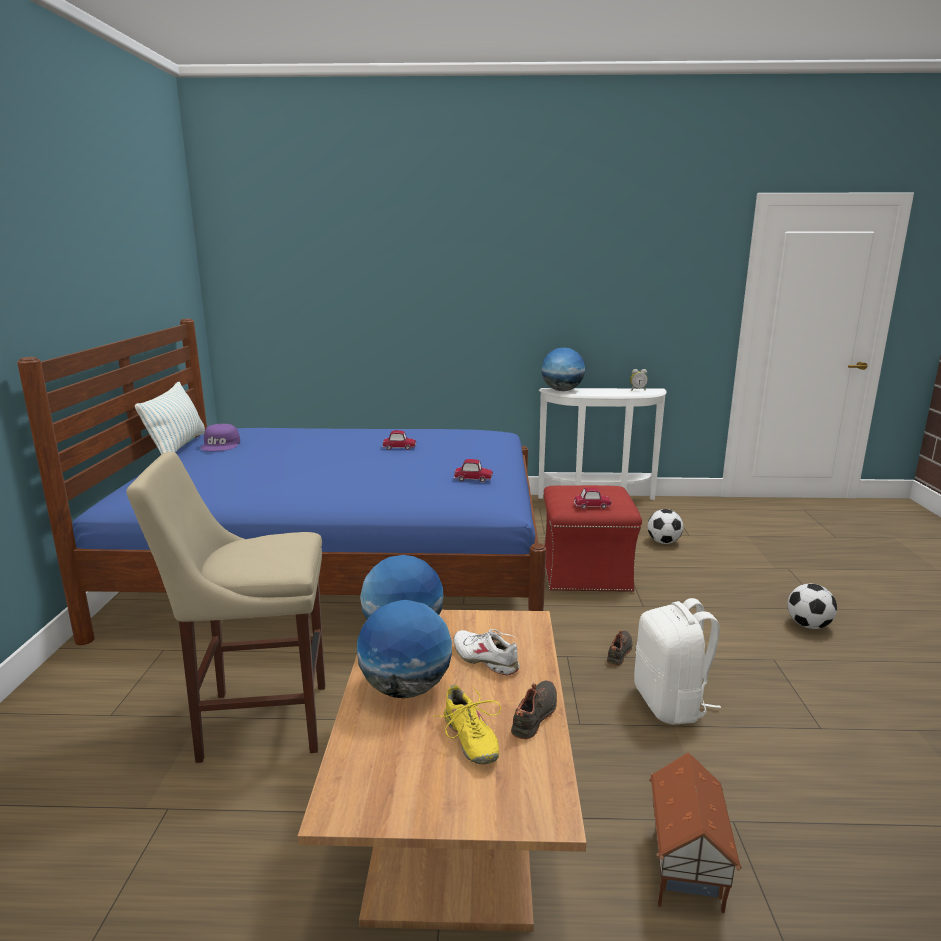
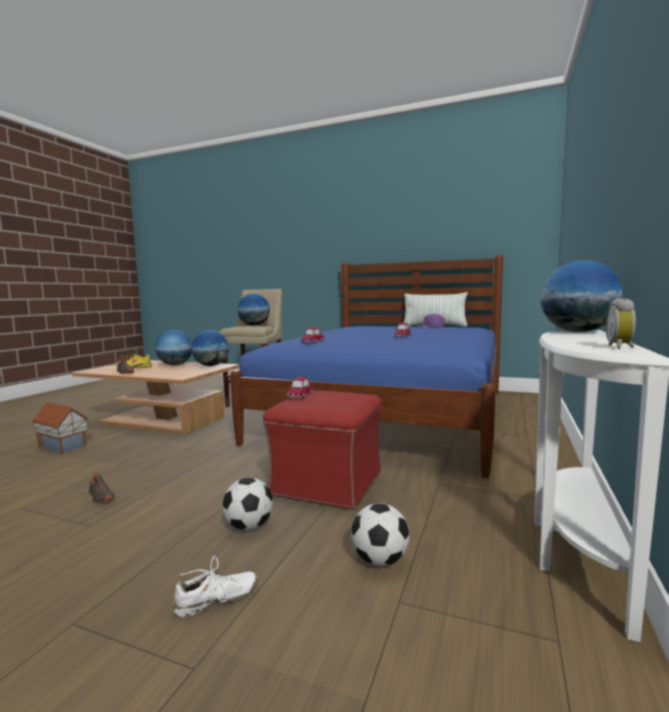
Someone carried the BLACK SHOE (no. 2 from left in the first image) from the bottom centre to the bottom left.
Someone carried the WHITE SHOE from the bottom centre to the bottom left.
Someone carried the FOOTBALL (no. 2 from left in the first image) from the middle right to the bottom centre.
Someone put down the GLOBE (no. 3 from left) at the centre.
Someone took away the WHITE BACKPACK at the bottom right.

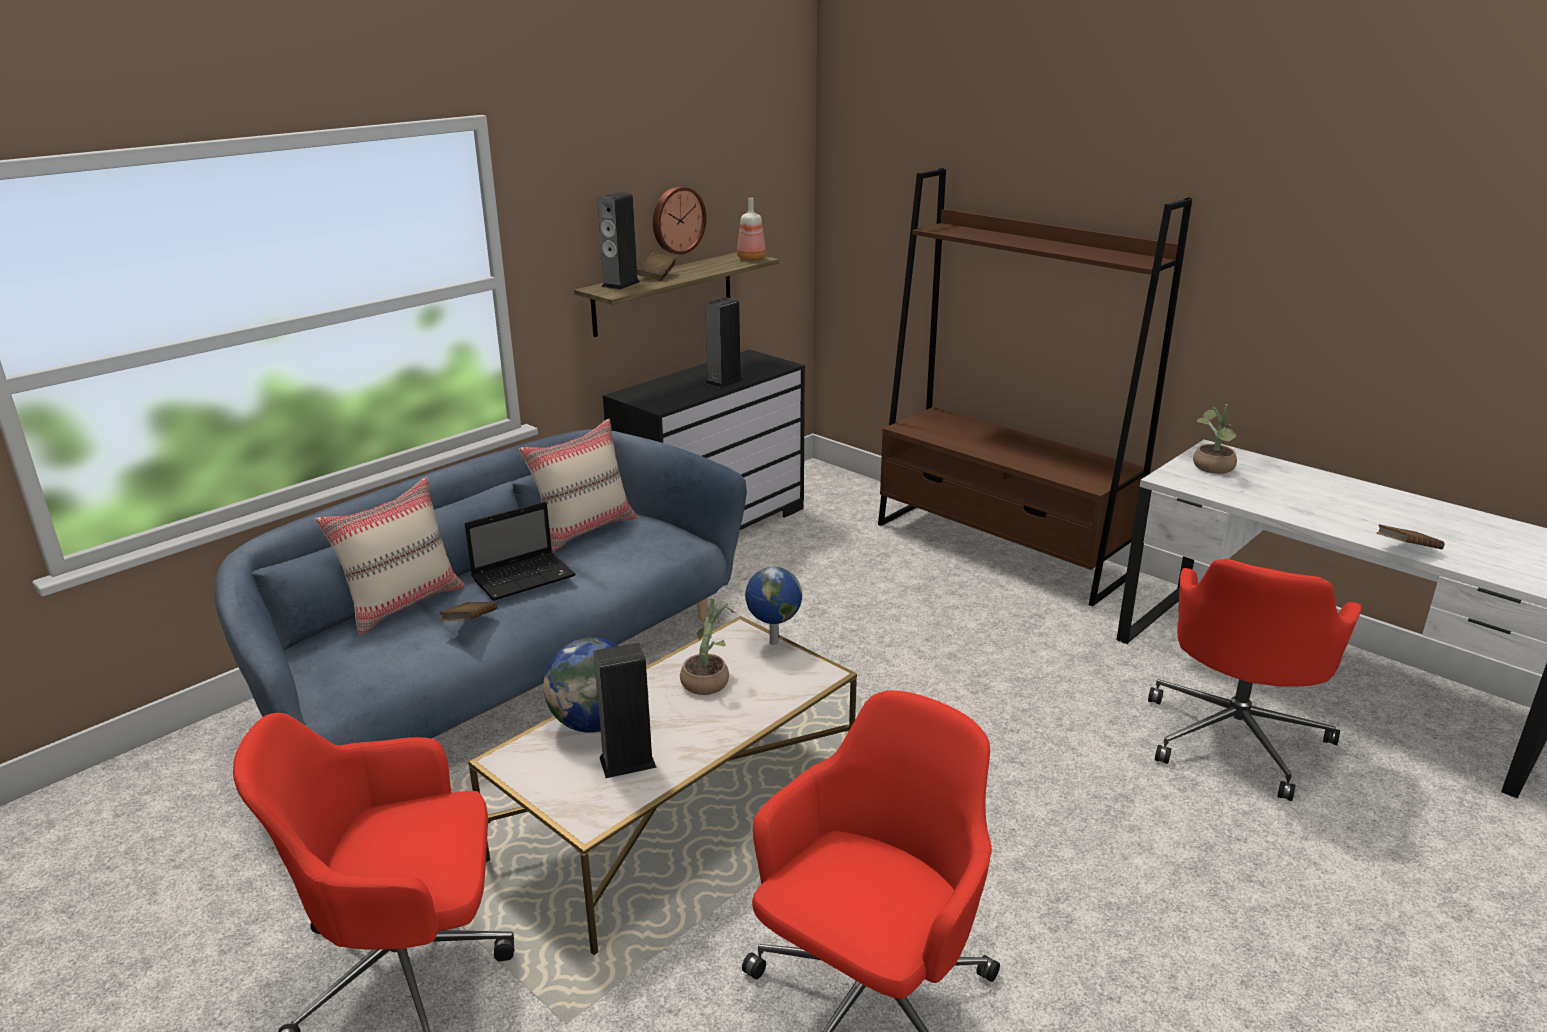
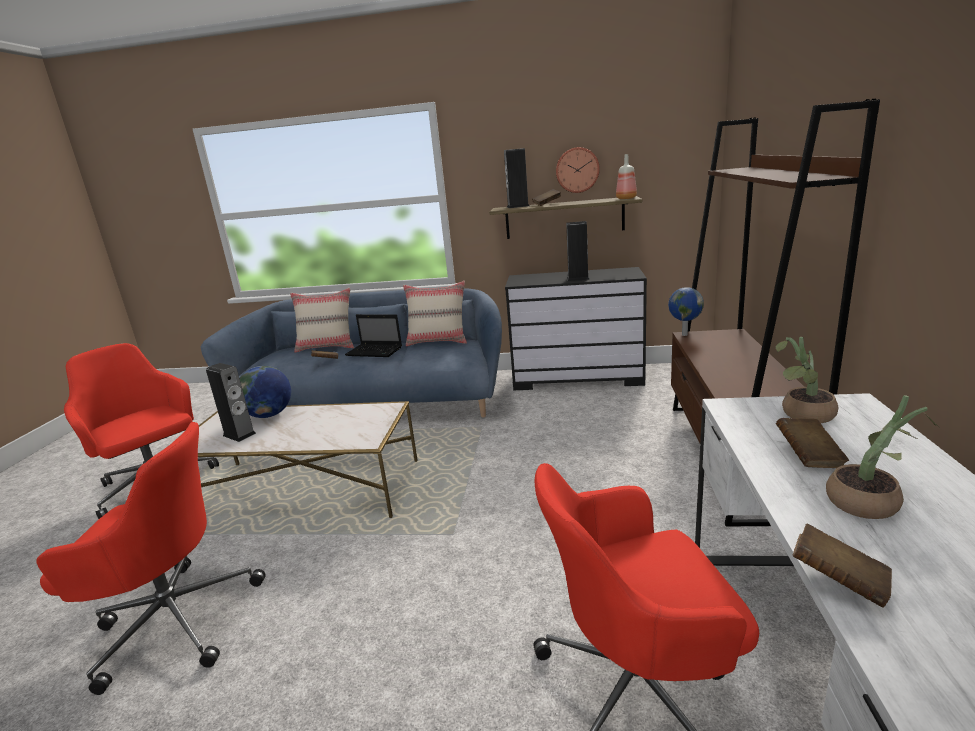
Someone carried the GLOBE (no. 2 from left) from the centre to the middle right.
Someone put down the BROWN BOOK (no. 3 from left) at the middle right.
Someone carried the POTTED PLANT (no. 1 from left in the first image) from the centre to the middle right.

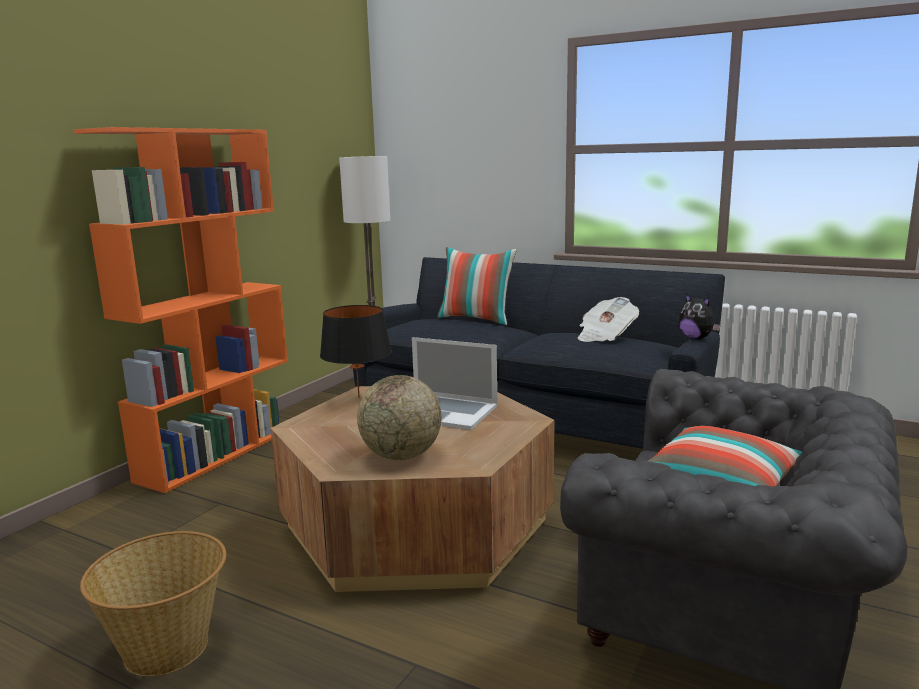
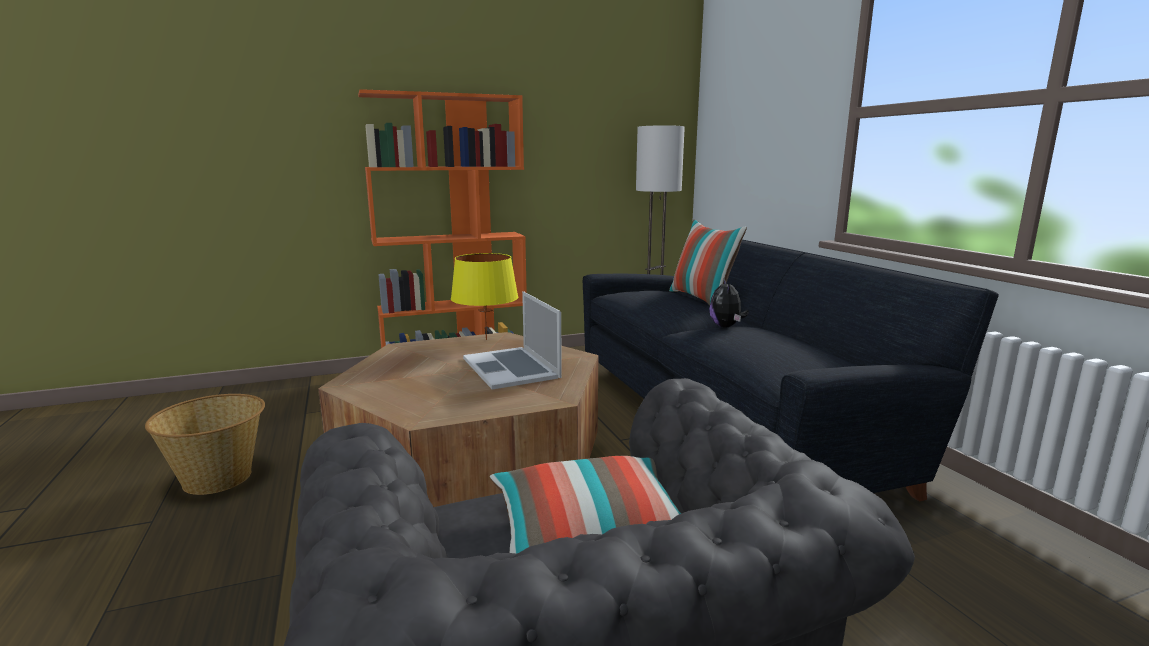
Someone repainted the BLACK TABLE LAMP at the centre, which became the YELLOW TABLE LAMP at the centre.
Someone carried the PLUSH TOY from the middle right to the centre.
Someone took away the GLOBE at the centre.
Someone took away the NEWSPAPER at the centre.

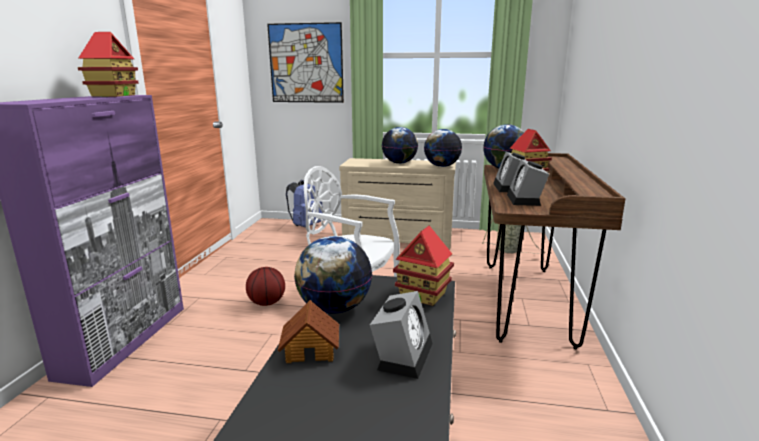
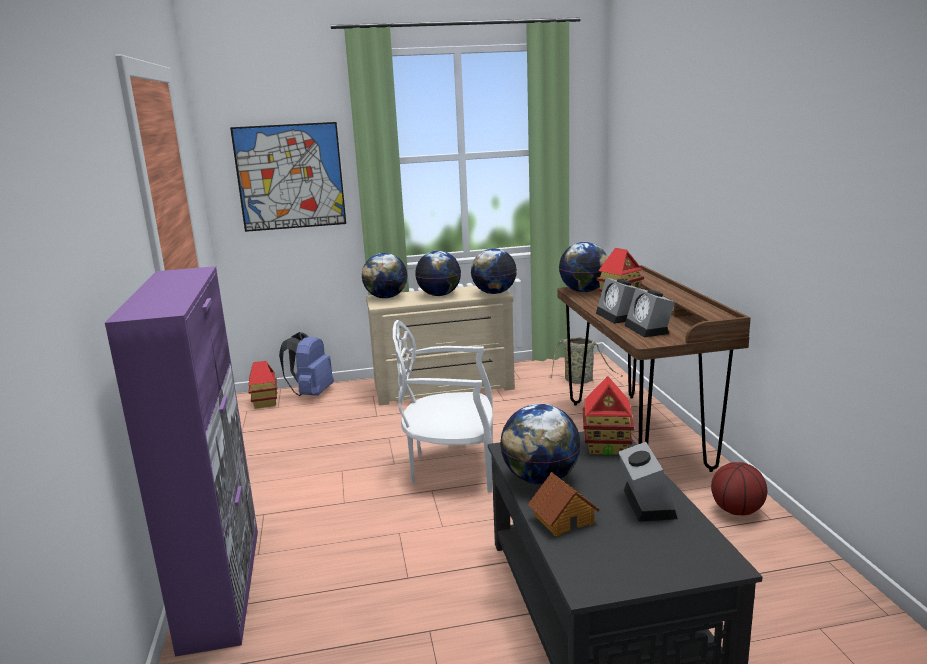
Someone carried the TOY HOUSE (no. 1 from left) from the top left to the middle left.
Someone put down the GLOBE (no. 1 from left) at the centre.
Someone carried the BASKETBALL from the centre to the bottom right.

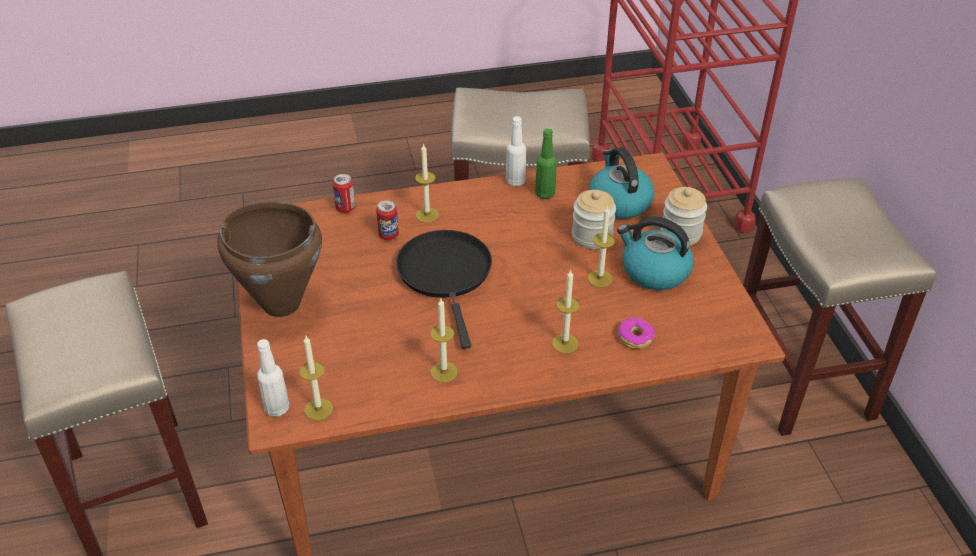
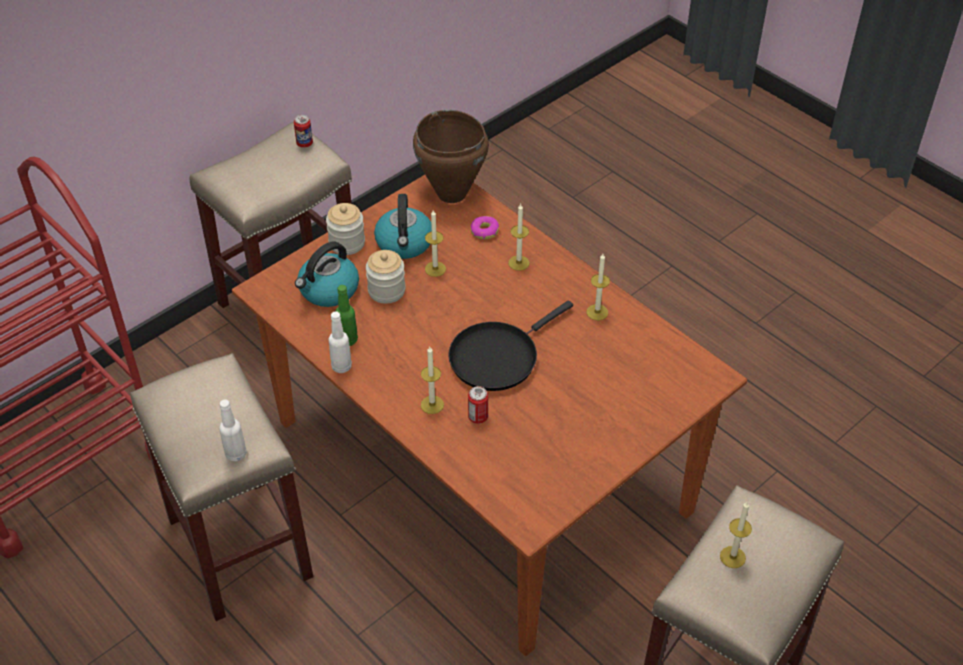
Someone carried the WHITE BOTTLE (no. 1 from left) from the bottom left to the middle left.
Someone carried the CAN (no. 1 from left) from the centre to the top left.
Someone carried the BROWN COOKING POT from the middle left to the top centre.
Someone carried the CANDLE (no. 1 from left in the first image) from the bottom left to the bottom right.

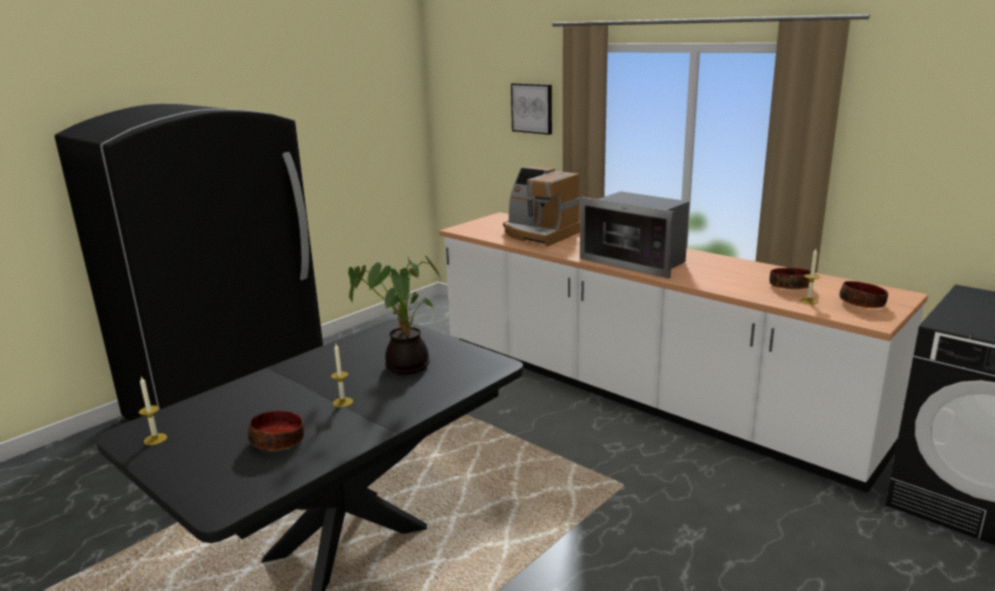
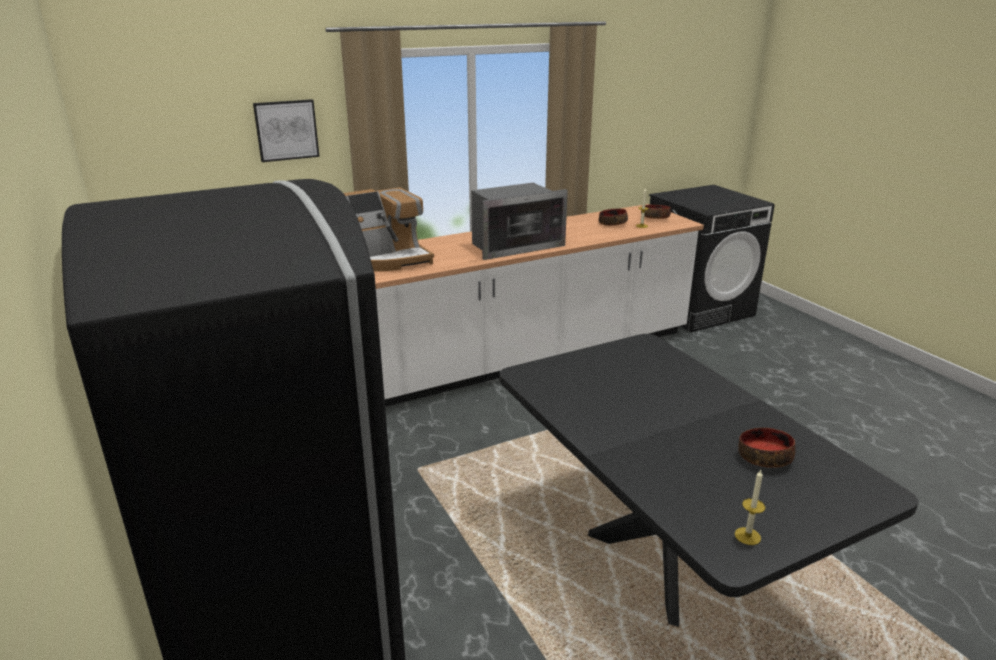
Someone took away the CANDLE (no. 2 from left) at the centre.
Someone took away the POTTED PLANT at the centre.

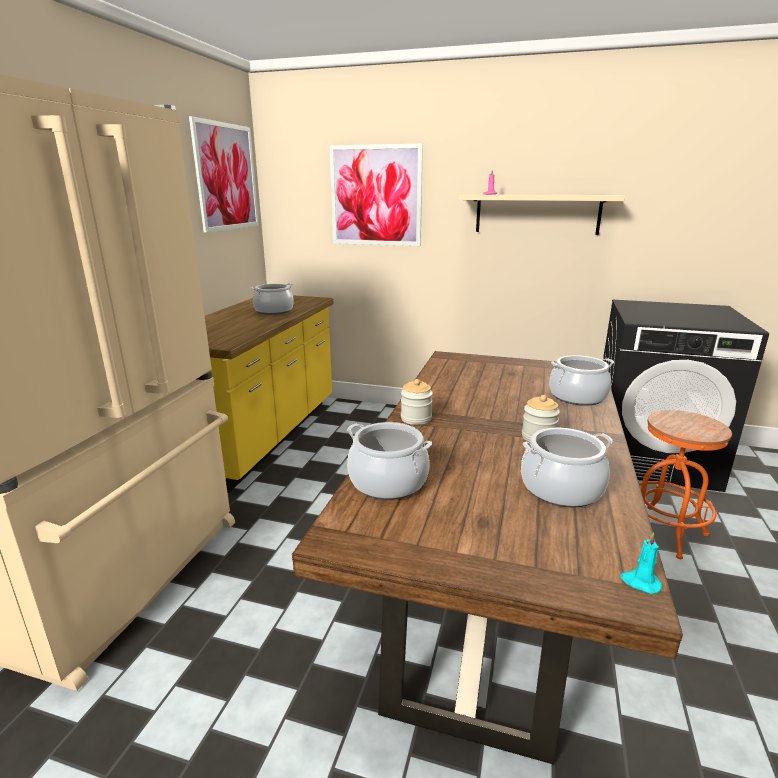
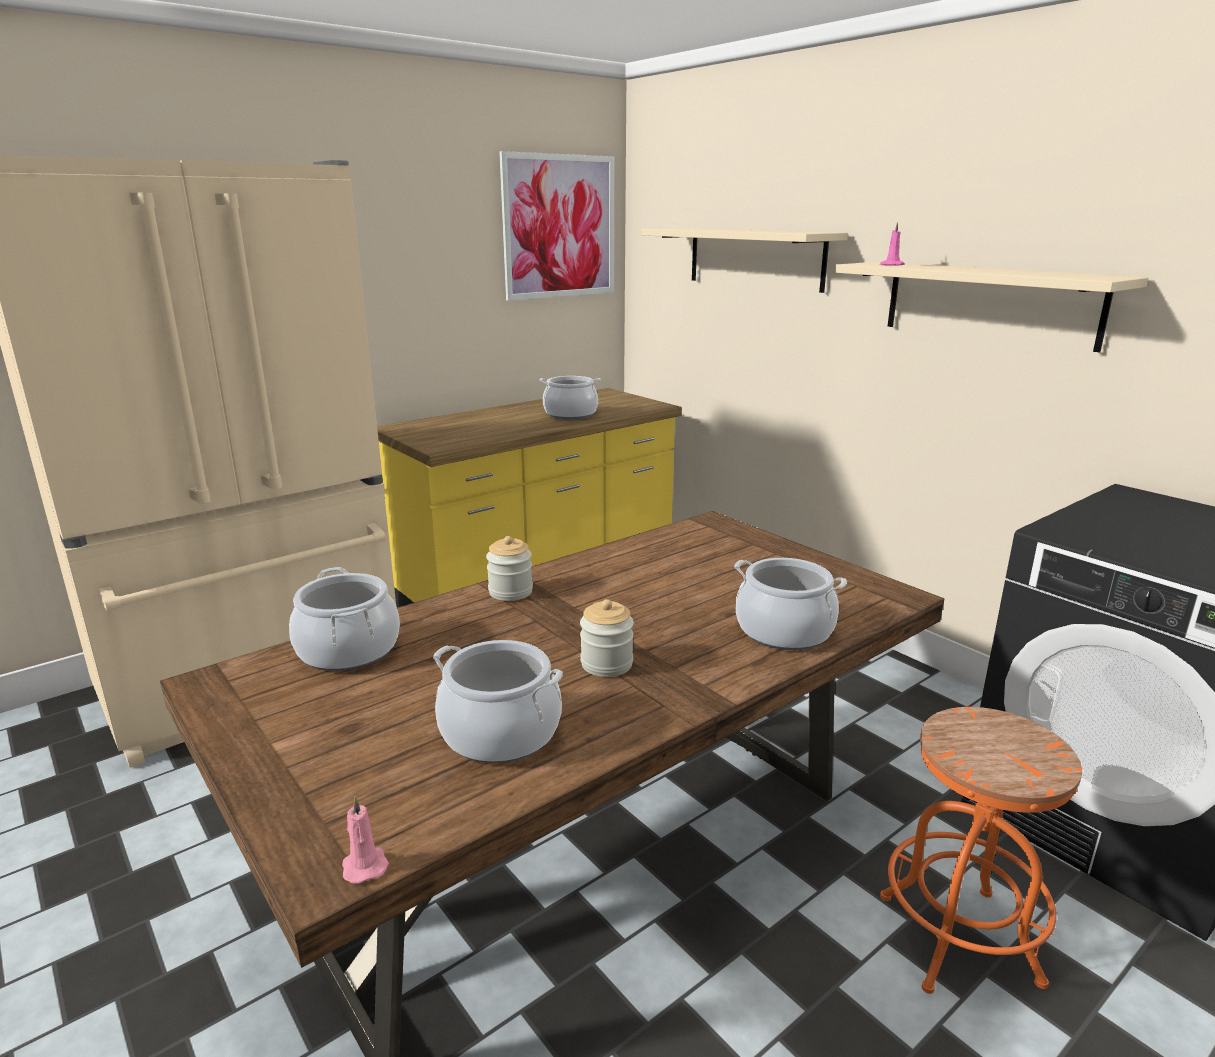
Someone repainted the TURQUOISE CANDLE at the bottom right, which became the PINK CANDLE (no. 1 from left) at the bottom left.
Someone swapped the PICTURE (no. 2 from left) at the top centre for the BEIGE SHELF (no. 1 from left) at the top centre.

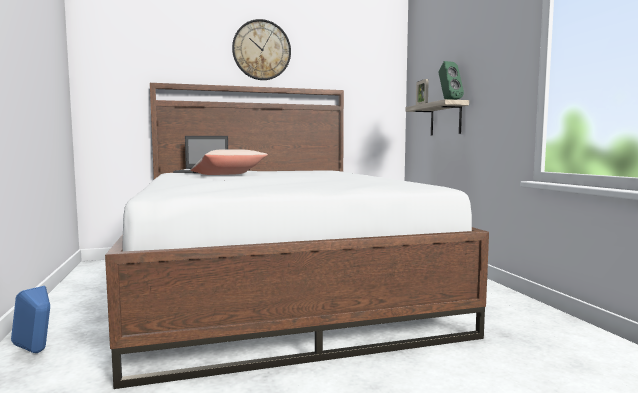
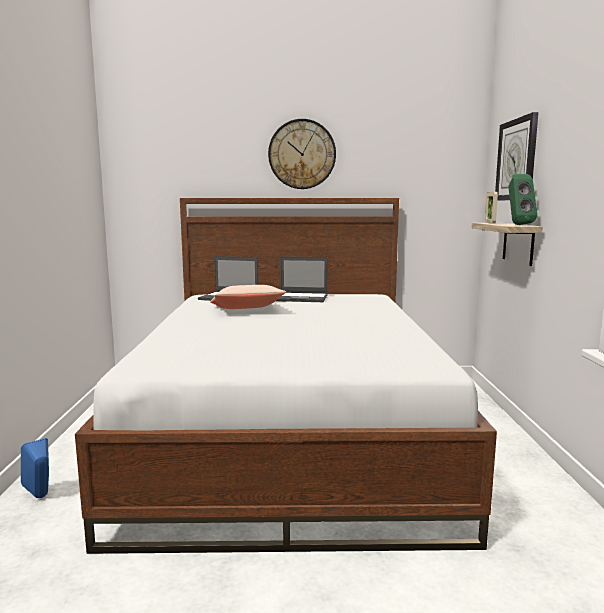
Someone put down the LAPTOP (no. 2 from left) at the centre.
Someone put up the WALL CLOCK (no. 2 from left) at the top right.

